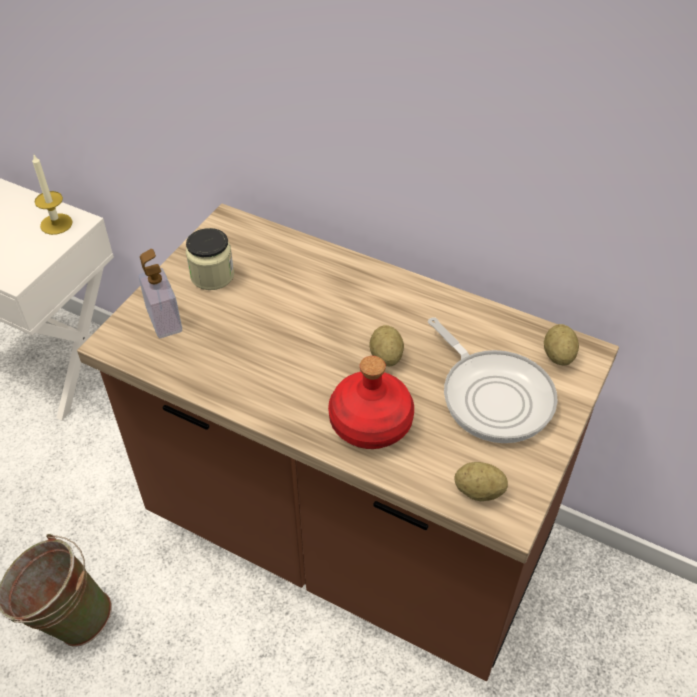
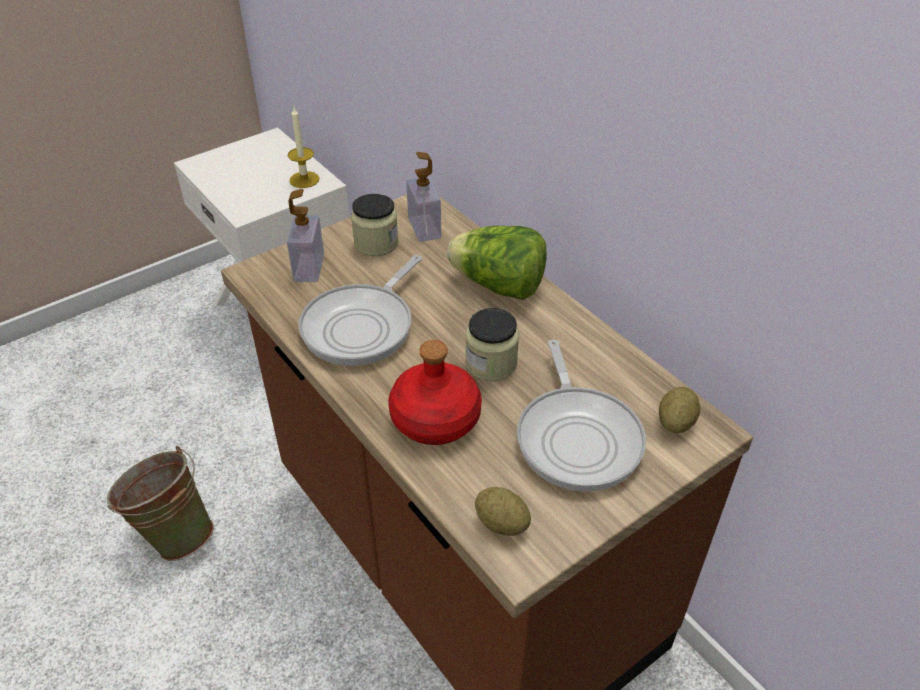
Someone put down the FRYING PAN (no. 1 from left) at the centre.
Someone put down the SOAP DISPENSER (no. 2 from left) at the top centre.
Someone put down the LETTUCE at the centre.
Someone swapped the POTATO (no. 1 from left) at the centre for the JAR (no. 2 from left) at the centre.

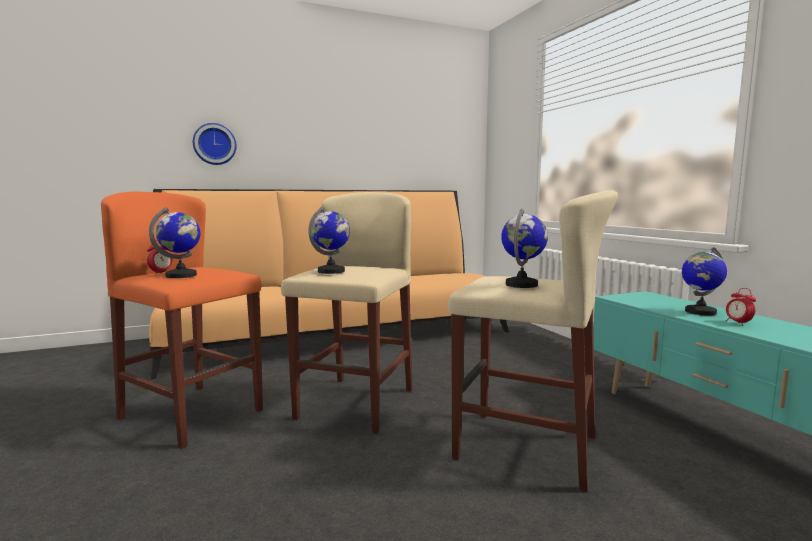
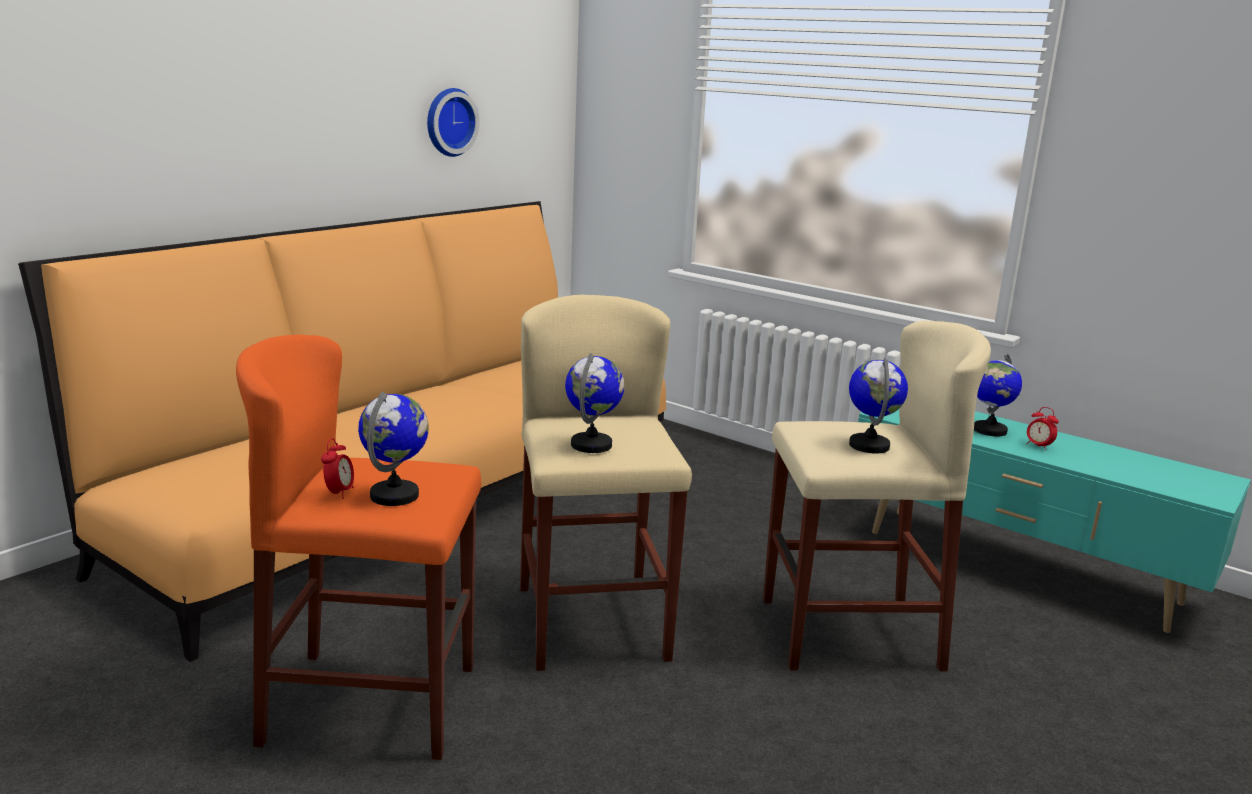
Someone carried the WALL CLOCK from the top left to the top centre.

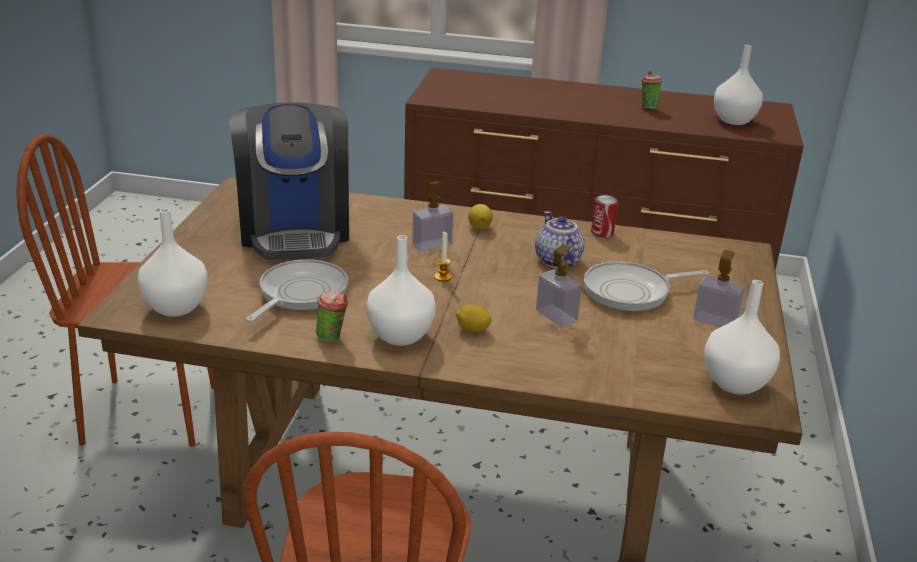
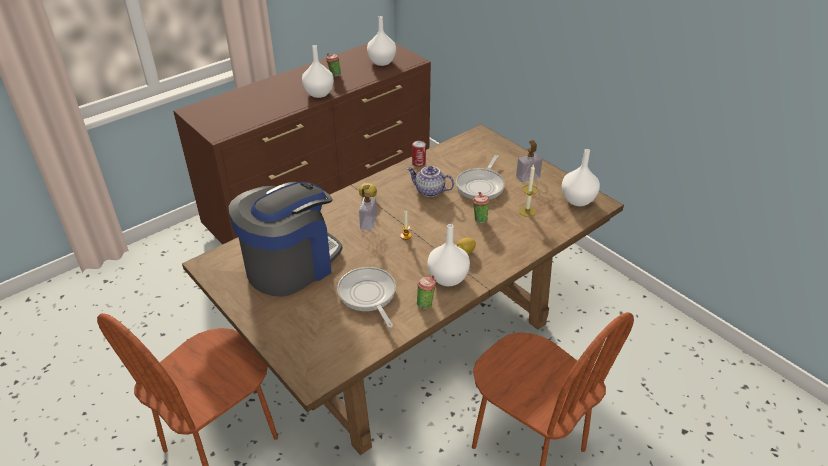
Someone rotated the COFFEE MACHINE at the top left by 75 degrees counterclockwise.
Someone carried the WHITE VASE (no. 1 from left) from the middle left to the top centre.
Someone swapped the SOAP DISPENSER (no. 2 from left) at the centre for the CUP (no. 3 from left) at the centre.
Someone put down the CANDLE (no. 2 from left) at the centre.

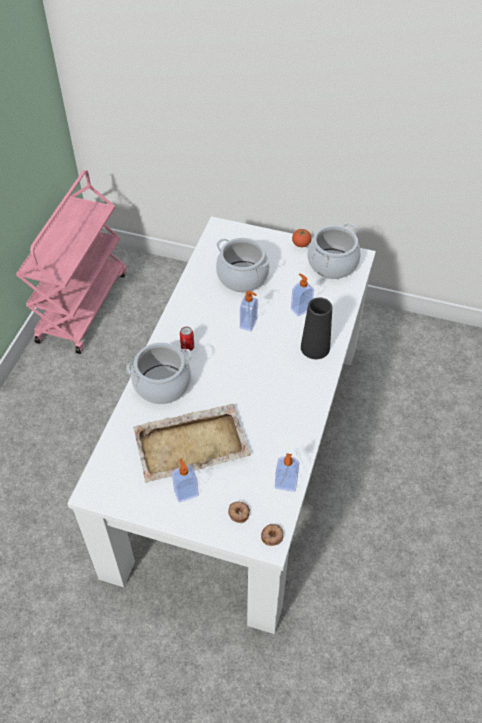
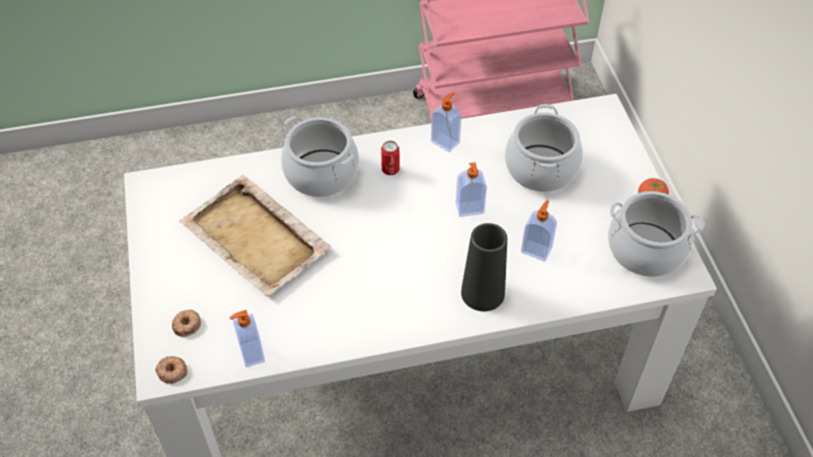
Someone carried the SOAP DISPENSER (no. 1 from left in the first image) from the centre to the top centre.

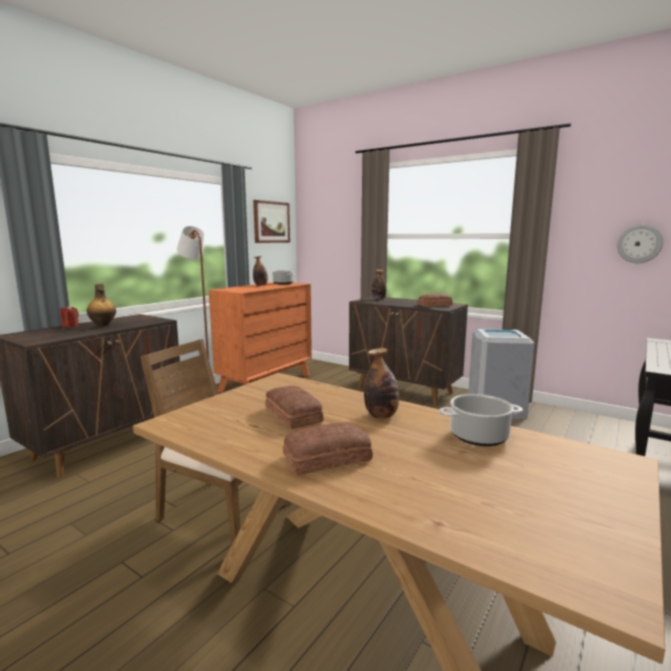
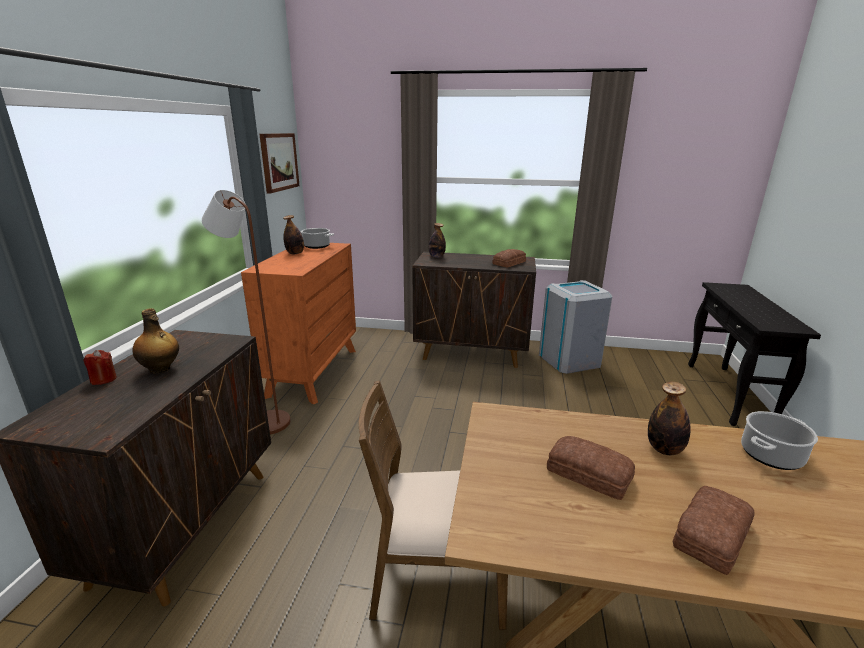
Someone took away the WALL CLOCK at the middle right.

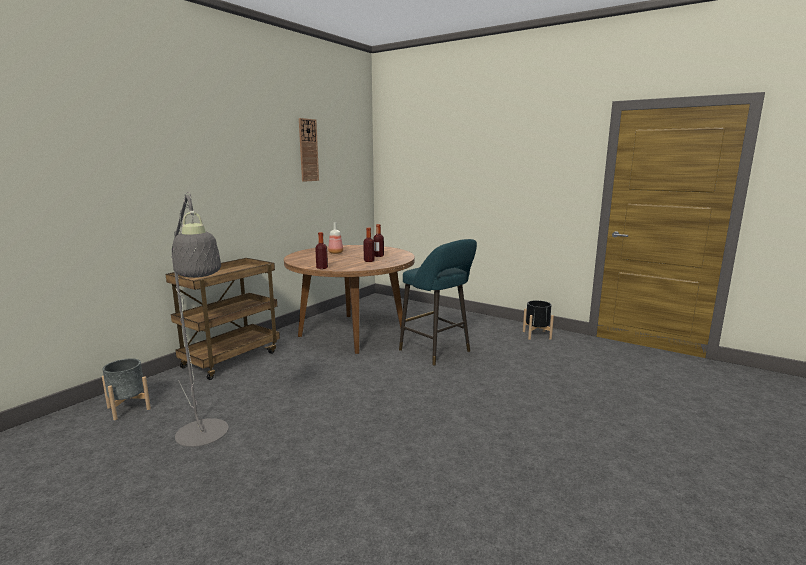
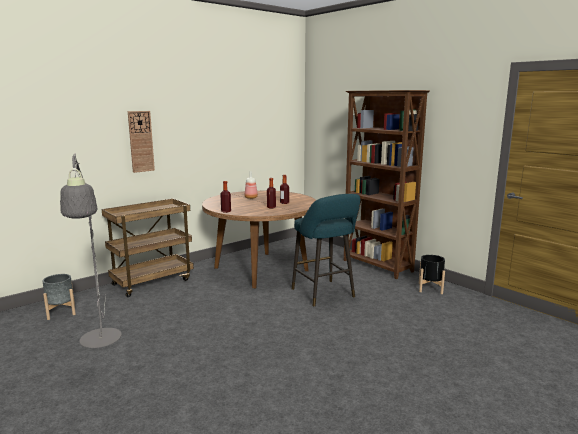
Someone carried the WALL CLOCK from the top centre to the top left.
Someone put down the BROWN BOOKCASE at the middle right.

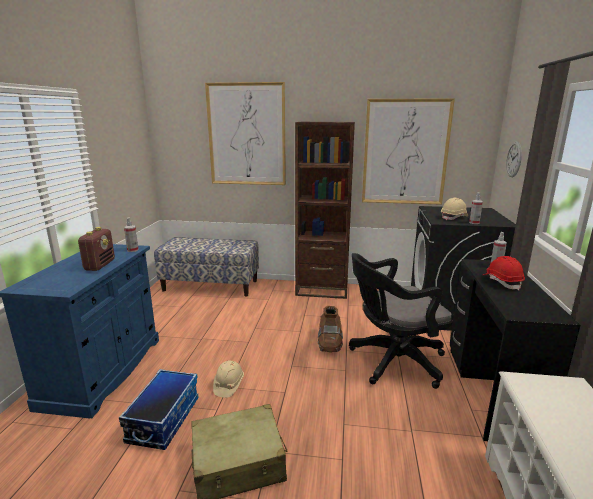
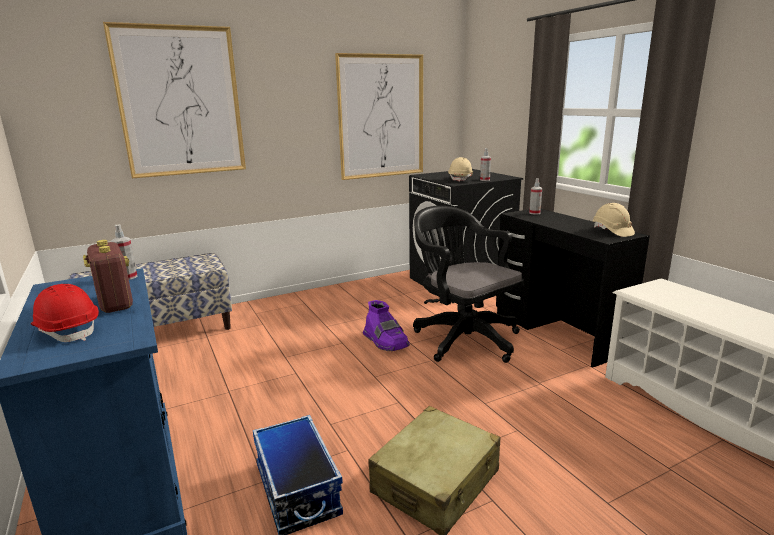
Someone carried the RED HARD HAT from the middle right to the middle left.
Someone repainted the BROWN BOOT at the centre, which became the PURPLE BOOT at the centre.
Someone rotated the BLACK OFFICE CHAIR at the middle right by 105 degrees clockwise.
Someone carried the BEIGE HARD HAT (no. 1 from left in the first image) from the bottom centre to the middle right.
Someone took away the BROWN BOOKCASE at the centre.
Someone took away the WALL CLOCK at the top right.

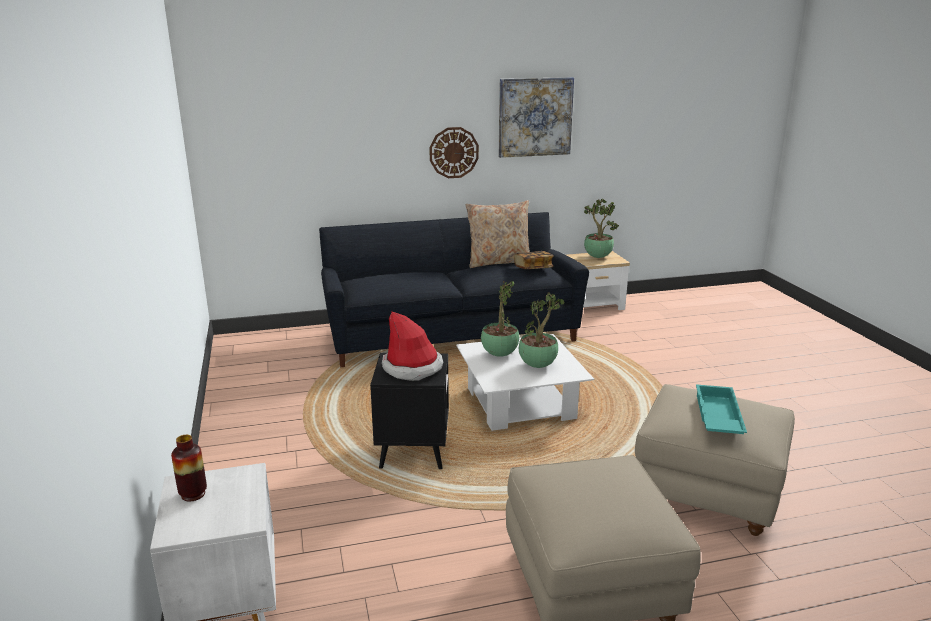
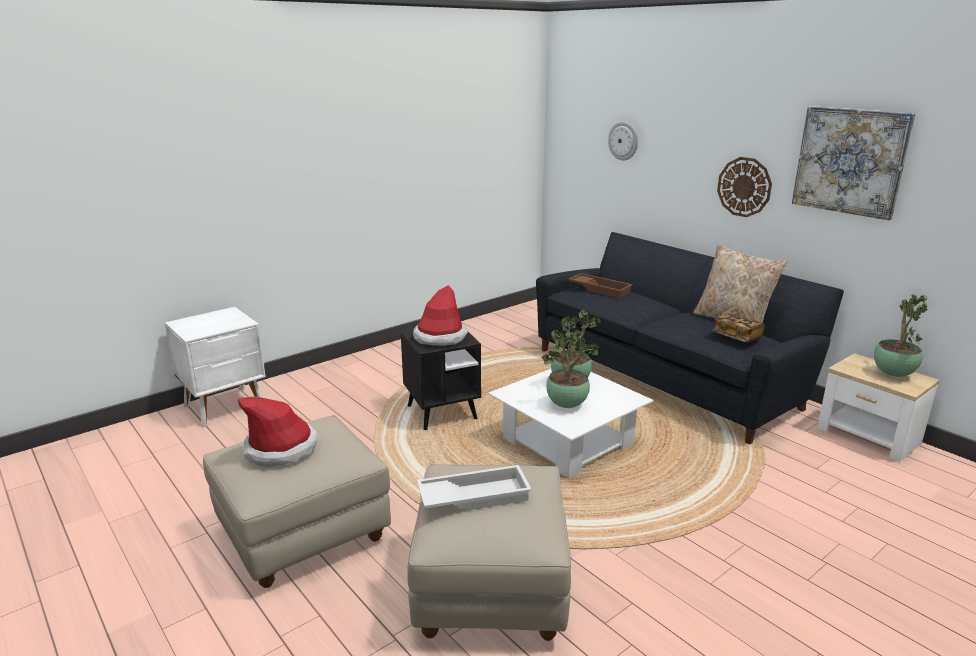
Someone put down the HAT (no. 1 from left) at the middle left.
Someone repainted the TURQUOISE TRAY at the middle right, which became the WHITE TRAY at the bottom centre.
Someone put down the BROWN TRAY at the centre.
Someone put up the WALL CLOCK (no. 1 from left) at the top centre.
Someone took away the VASE at the bottom left.

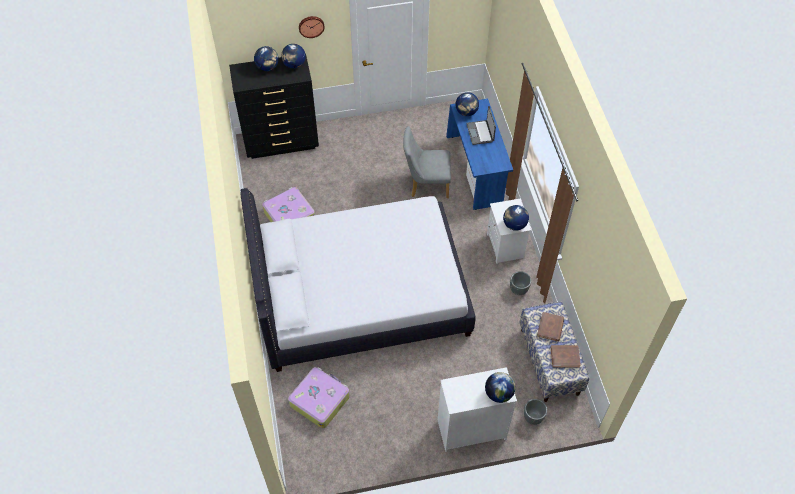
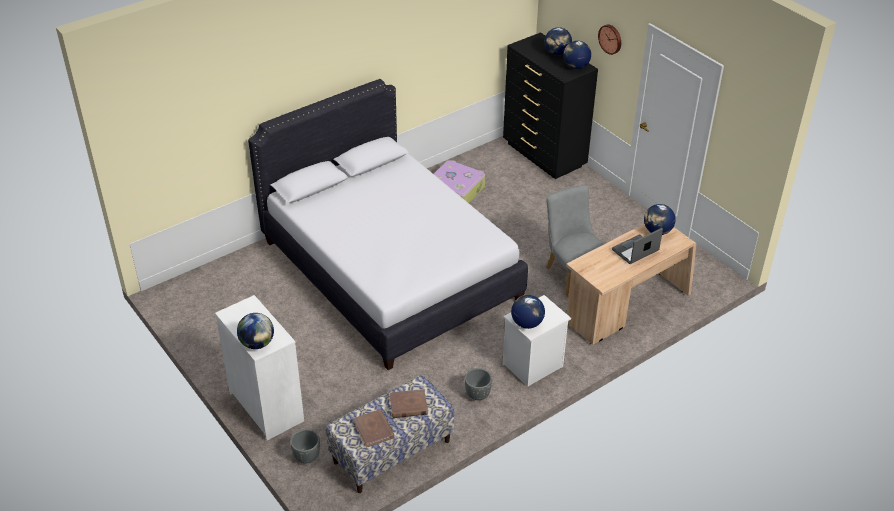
Someone repainted the BLUE DESK at the top centre, which became the BEIGE DESK at the middle right.
Someone took away the SUITCASE (no. 2 from left) at the bottom centre.

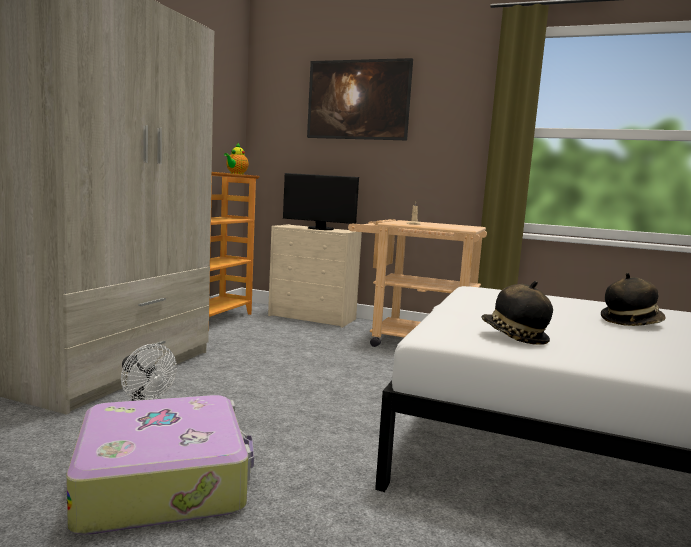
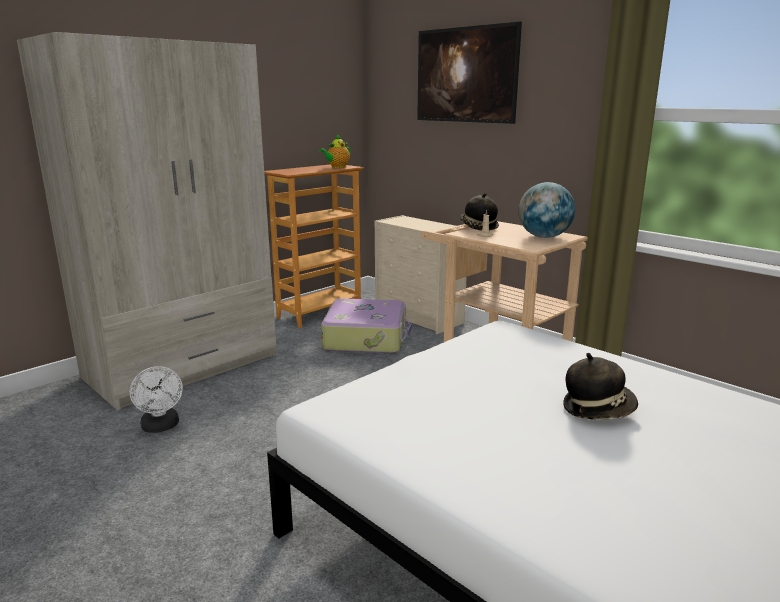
Someone carried the SUITCASE from the bottom left to the centre.
Someone carried the HAT (no. 1 from left) from the middle right to the centre.
Someone put down the GLOBE at the middle right.
Someone took away the MONITOR at the centre.

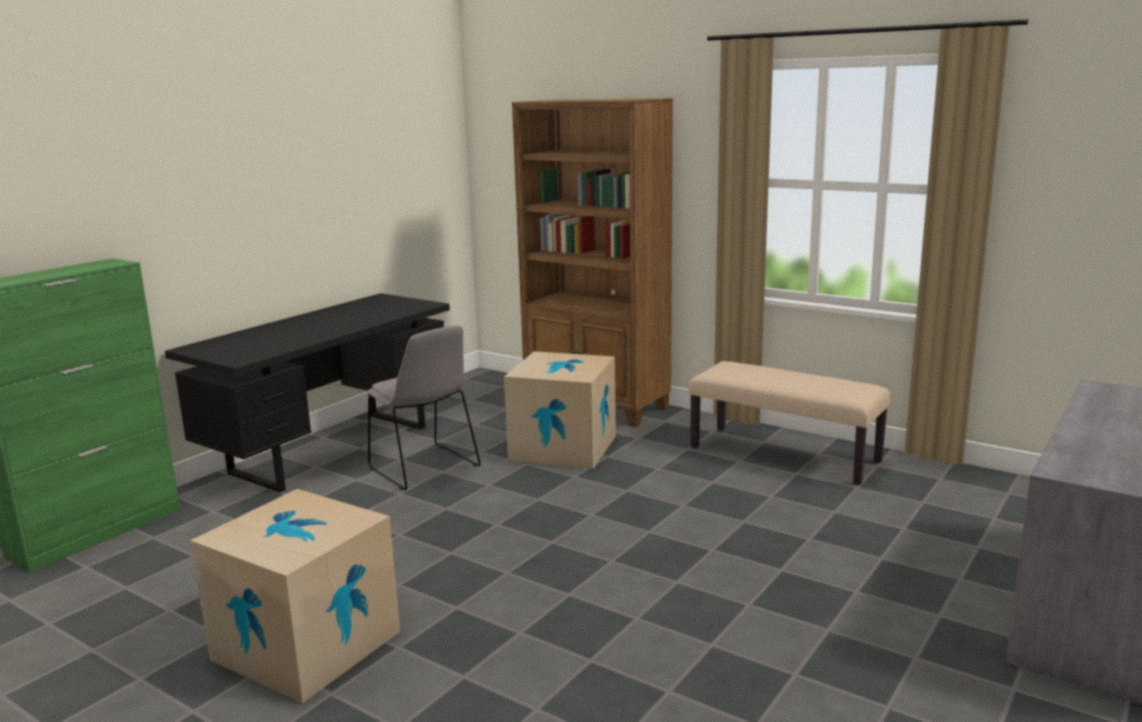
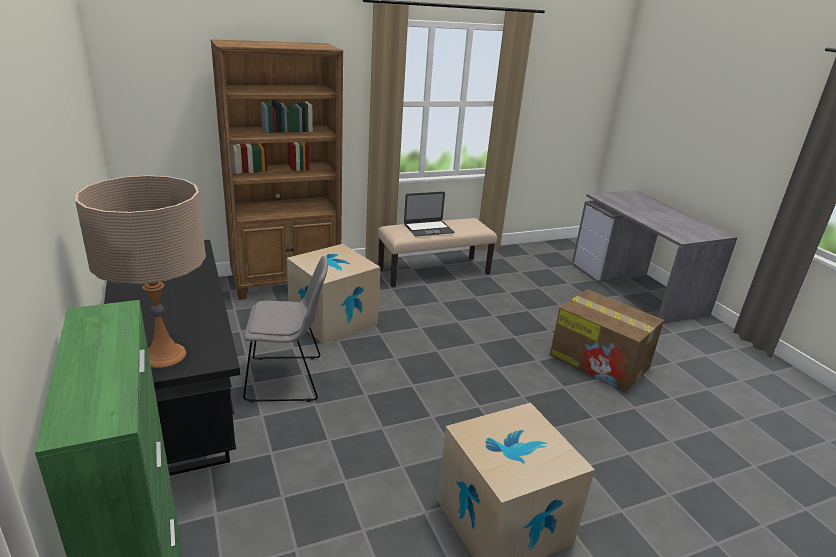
Someone put down the BEIGE TABLE LAMP at the middle left.
Someone put down the LAPTOP at the centre.
Someone put down the CARDBOARD BOX (no. 3 from left) at the middle right.

